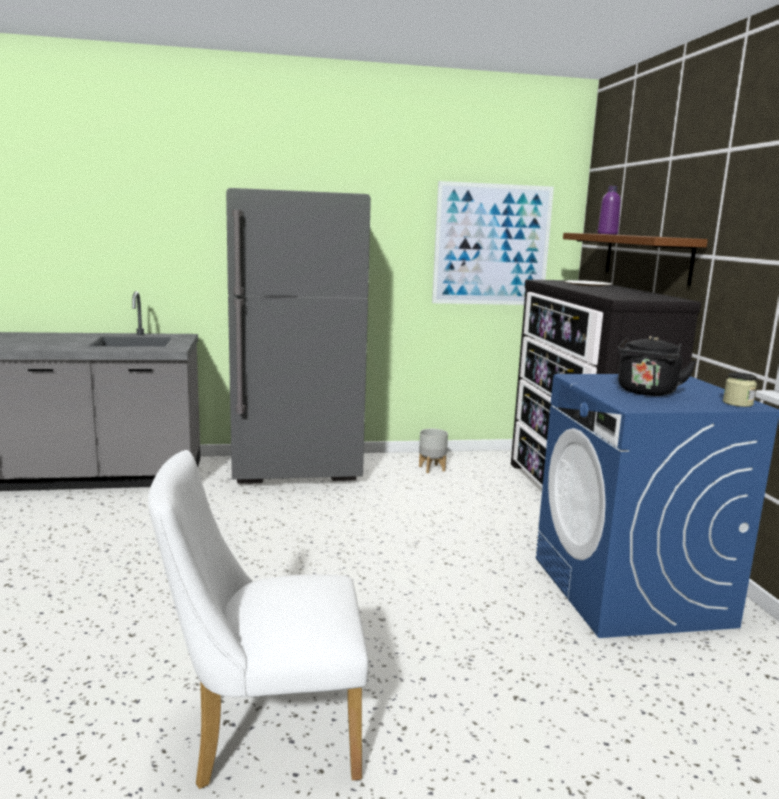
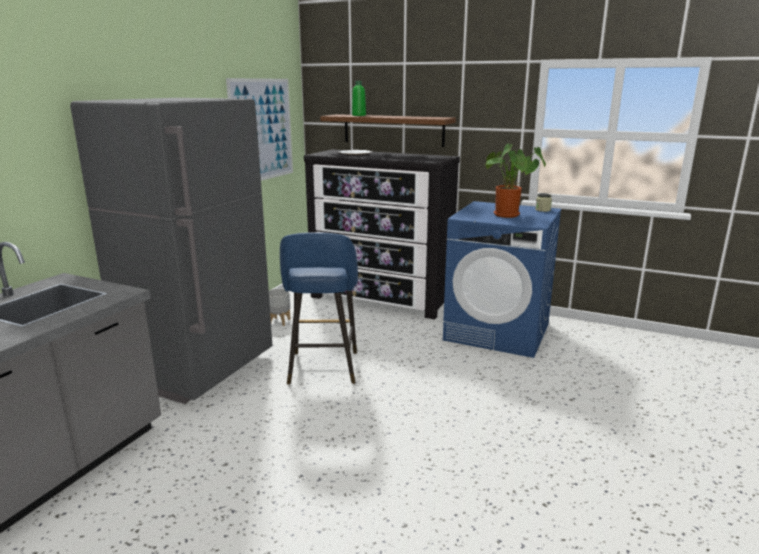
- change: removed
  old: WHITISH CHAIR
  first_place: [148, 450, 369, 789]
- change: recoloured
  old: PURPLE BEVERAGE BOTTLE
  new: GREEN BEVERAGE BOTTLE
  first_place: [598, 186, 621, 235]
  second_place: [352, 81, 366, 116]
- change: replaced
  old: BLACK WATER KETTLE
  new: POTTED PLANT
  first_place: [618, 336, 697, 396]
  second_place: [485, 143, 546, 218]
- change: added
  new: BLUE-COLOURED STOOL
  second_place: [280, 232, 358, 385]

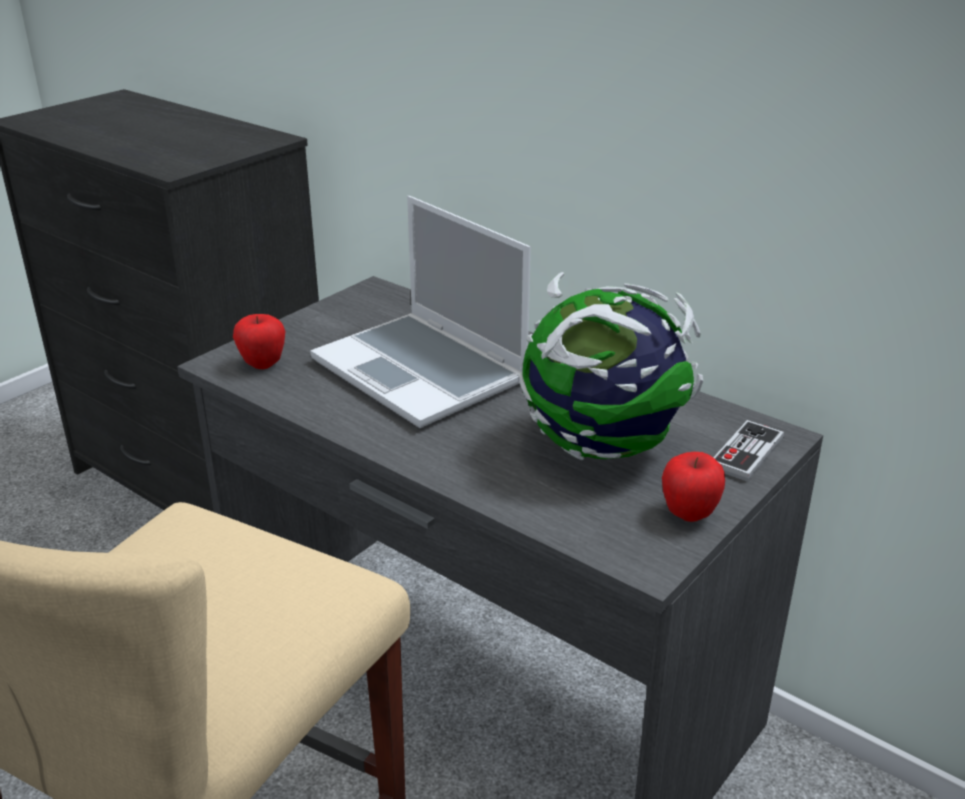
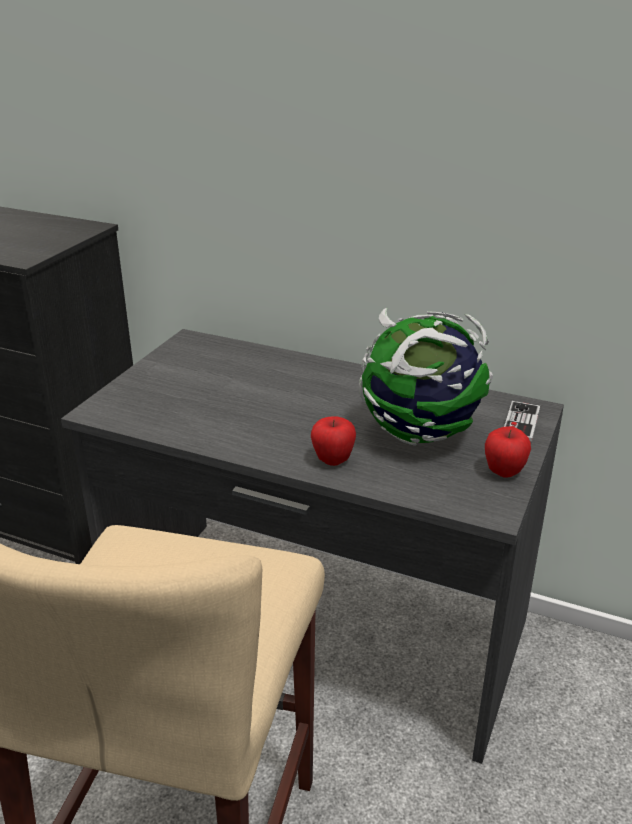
- change: moved
  old: APPLE FRUIT
  first_place: [233, 314, 285, 369]
  second_place: [311, 416, 356, 466]
- change: removed
  old: NOTEBOOK COMPUTER
  first_place: [310, 196, 531, 428]

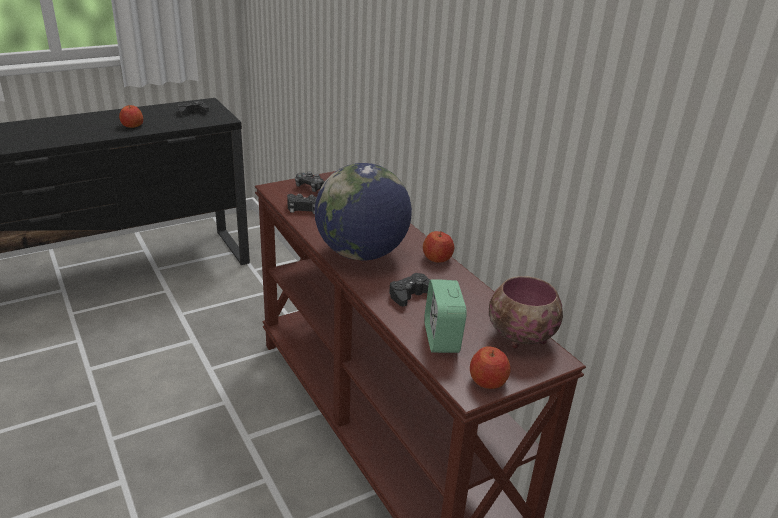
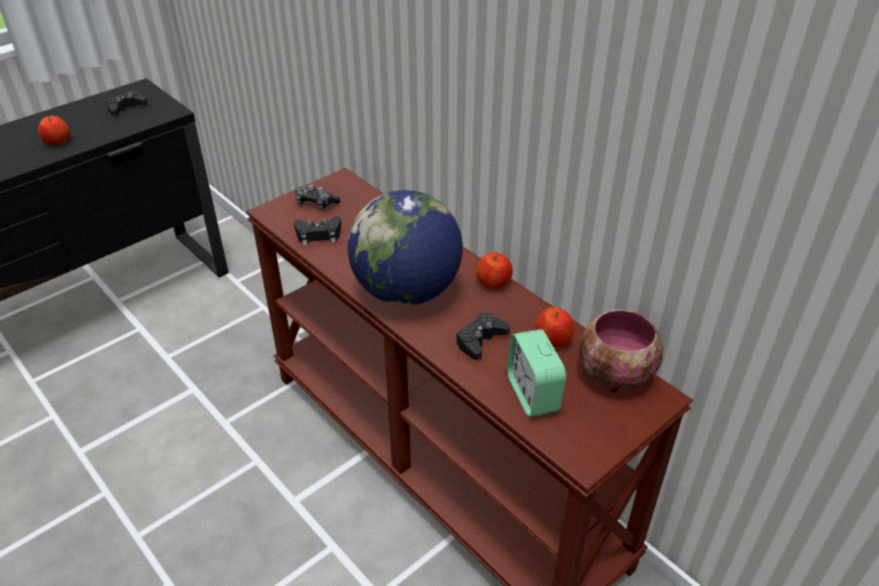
- change: moved
  old: APPLE FRUIT
  first_place: [470, 346, 511, 389]
  second_place: [535, 307, 575, 347]

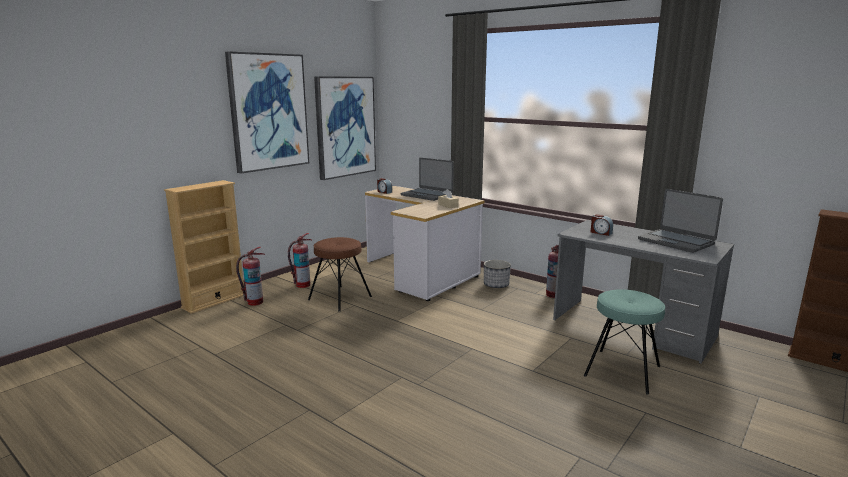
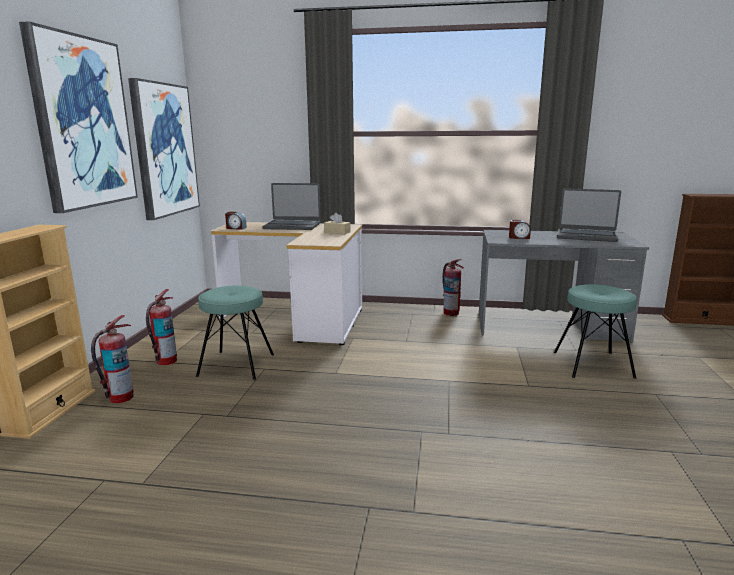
- change: recoloured
  old: BROWN-COLOURED STOOL
  new: TURQUOISE STOOL
  first_place: [308, 237, 372, 311]
  second_place: [196, 286, 274, 380]
- change: removed
  old: PLANT POT
  first_place: [484, 260, 511, 288]

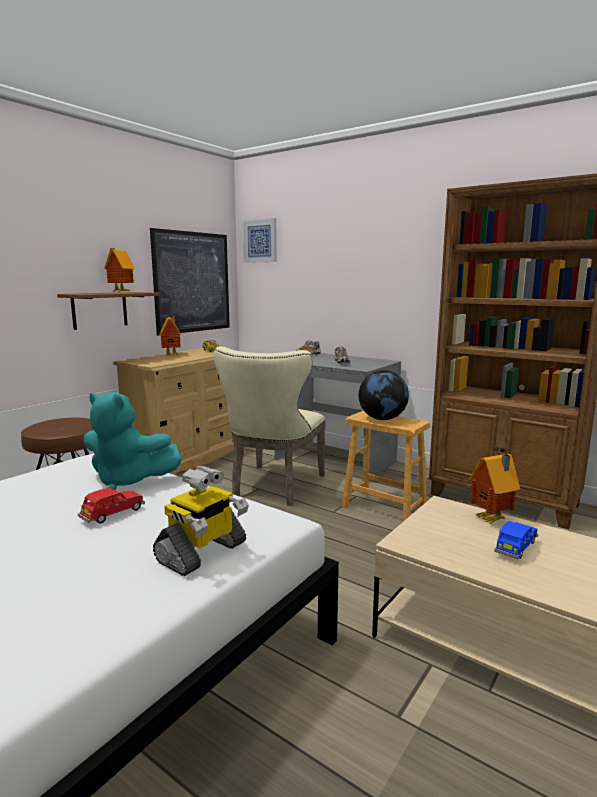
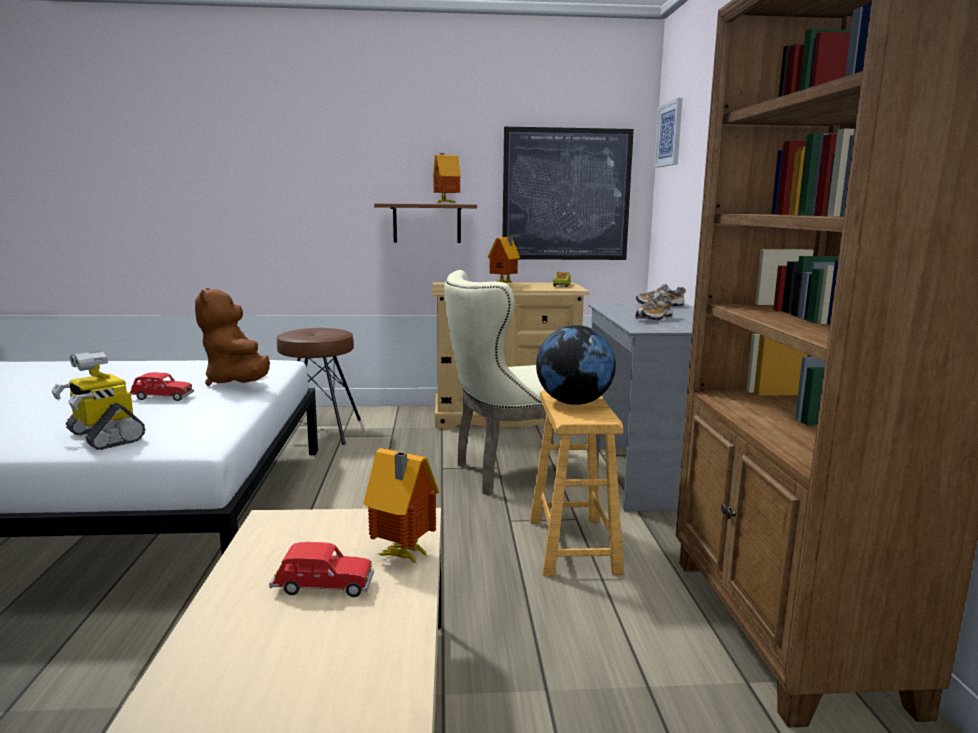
- change: recoloured
  old: TURQUOISE CUDDLY TOY
  new: BROWN-COLOURED CUDDLY TOY
  first_place: [83, 392, 182, 490]
  second_place: [195, 288, 270, 386]
- change: turned
  old: TOY ROBOT
  first_place: [153, 466, 249, 576]
  second_place: [51, 351, 145, 450]
  degrees: 45
- change: recoloured
  old: BLUE-COLOURED TOY CAR
  new: RED-COLOURED TOY CAR
  first_place: [494, 521, 538, 560]
  second_place: [269, 542, 374, 597]

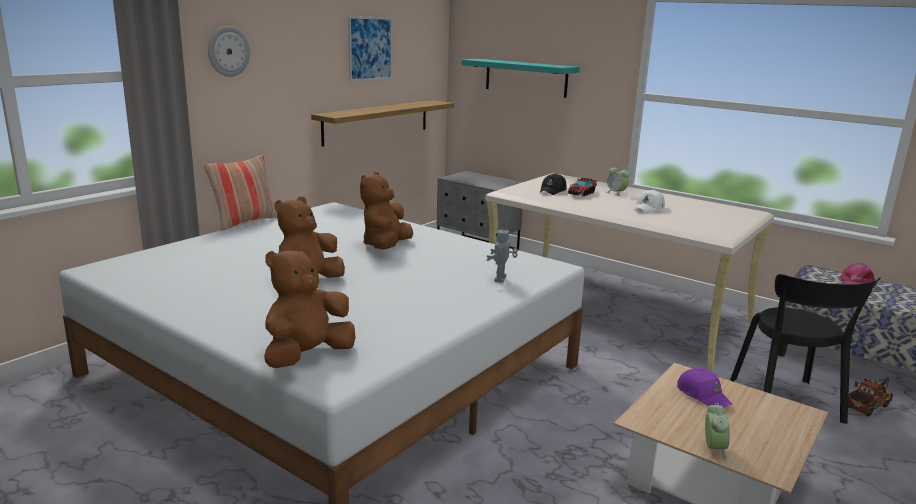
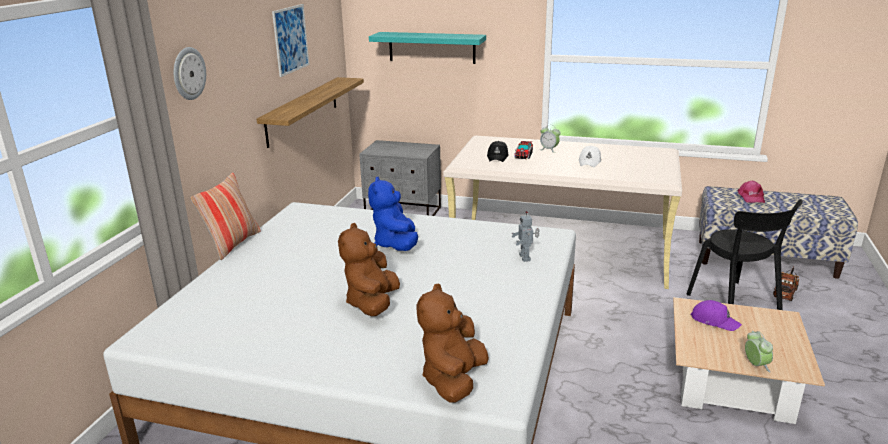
- change: recoloured
  old: BROWN-COLOURED CUDDLY TOY
  new: BLUE-COLOURED CUDDLY TOY
  first_place: [360, 172, 413, 249]
  second_place: [368, 177, 418, 251]

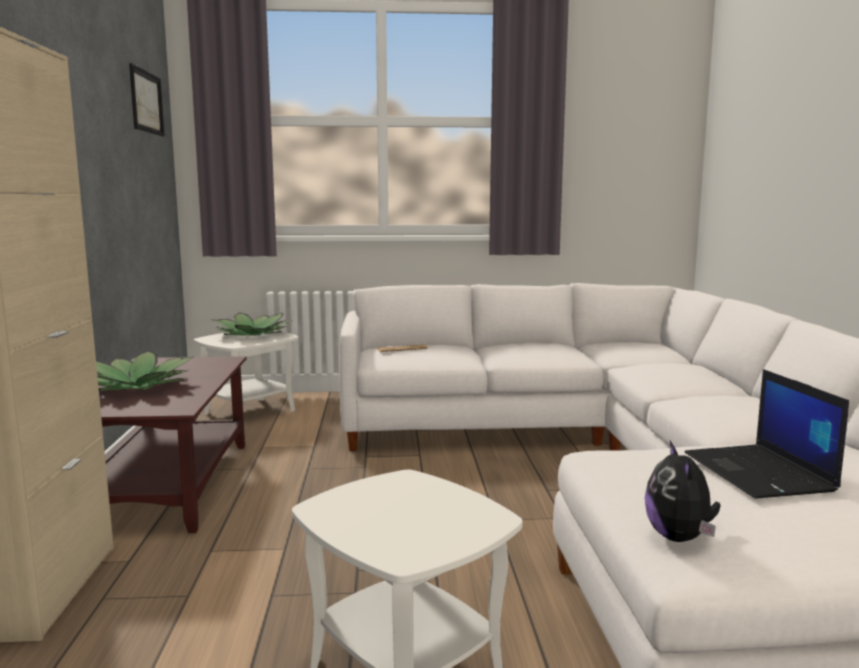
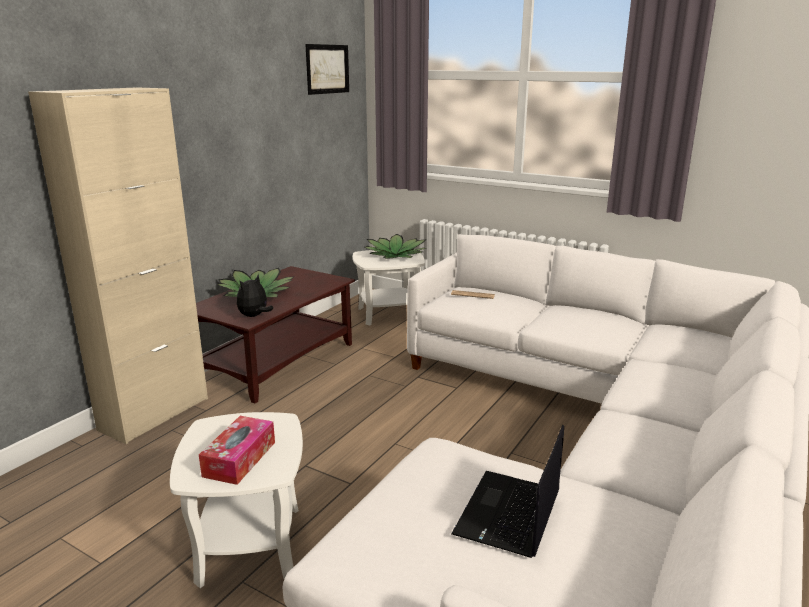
- change: moved
  old: CUDDLY TOY
  first_place: [645, 441, 721, 542]
  second_place: [237, 275, 273, 317]
- change: added
  new: BOX OF TISSUES
  second_place: [199, 416, 275, 485]

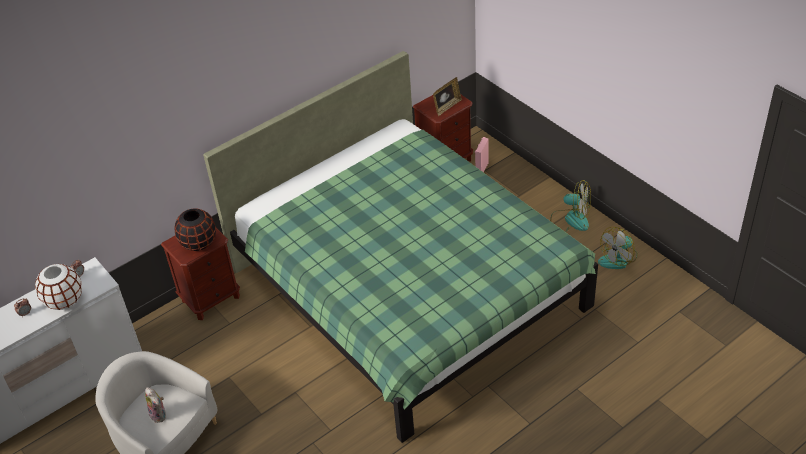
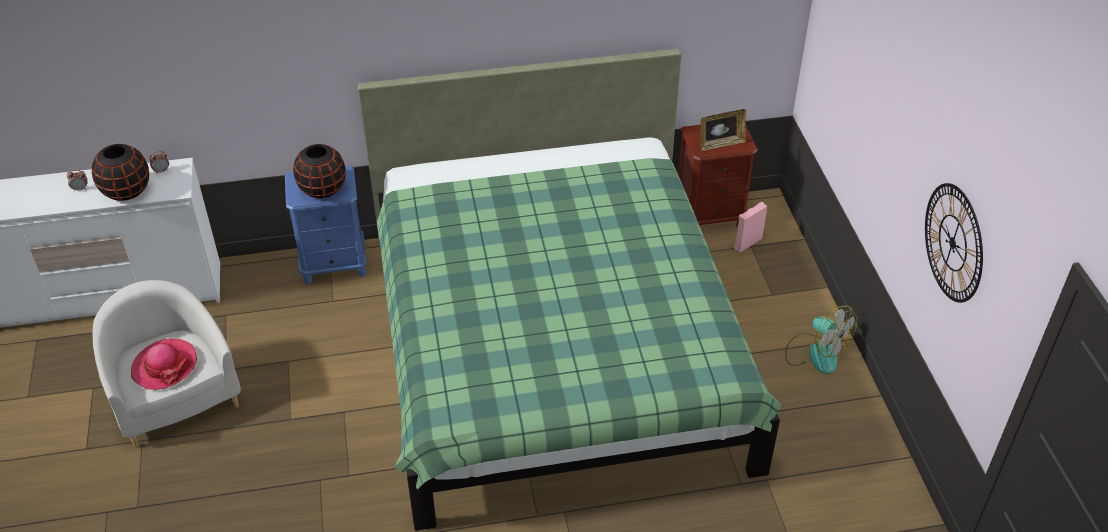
- change: recoloured
  old: WHITISH VASE
  new: BLACK VASE
  first_place: [35, 264, 82, 310]
  second_place: [92, 144, 149, 201]
- change: replaced
  old: CUDDLY TOY
  new: WEARABLE HAT
  first_place: [145, 387, 166, 423]
  second_place: [131, 338, 198, 390]
- change: recoloured
  old: BROWN-COLOURED BEDSIDE TABLE
  new: BLUE-COLOURED BEDSIDE TABLE
  first_place: [161, 228, 240, 320]
  second_place: [285, 165, 367, 284]
- change: removed
  old: COOLING FAN
  first_place: [598, 227, 638, 269]
- change: added
  new: CLOCK ON THE WALL
  second_place: [925, 183, 983, 303]

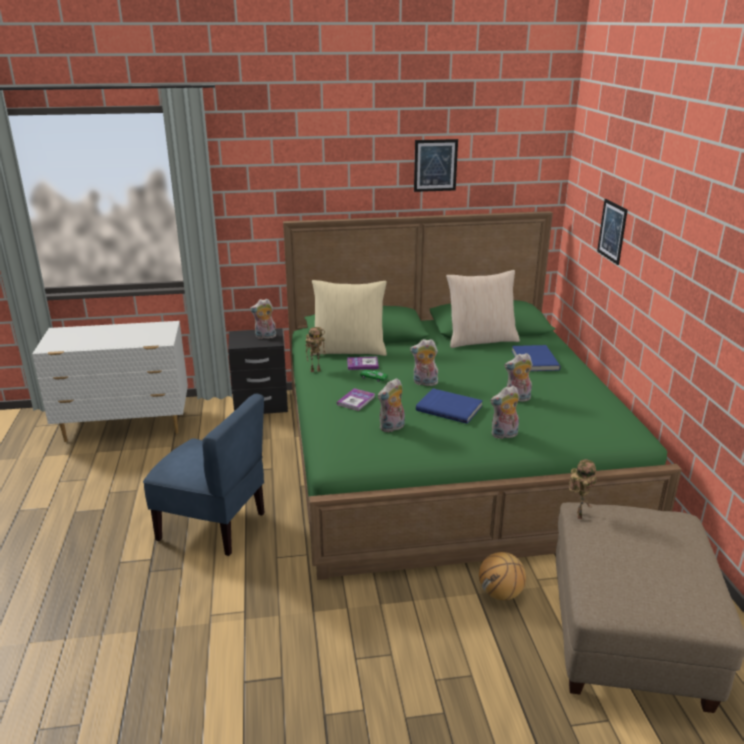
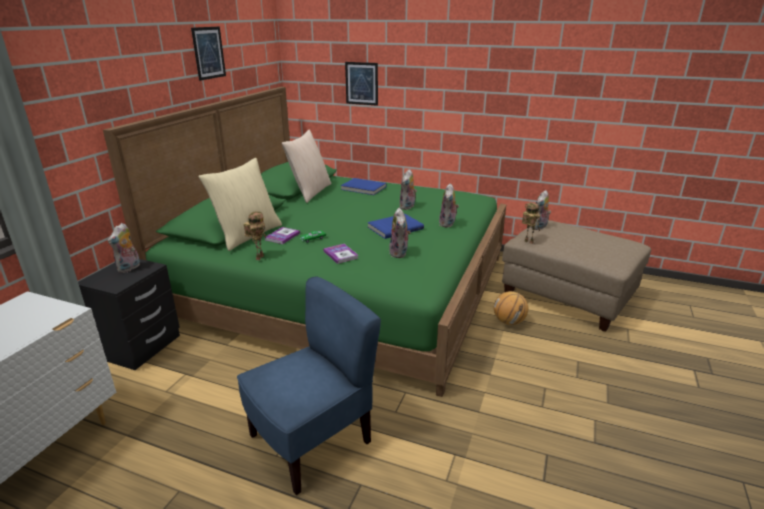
- change: moved
  old: CUDDLY TOY
  first_place: [410, 339, 438, 386]
  second_place: [531, 190, 551, 230]

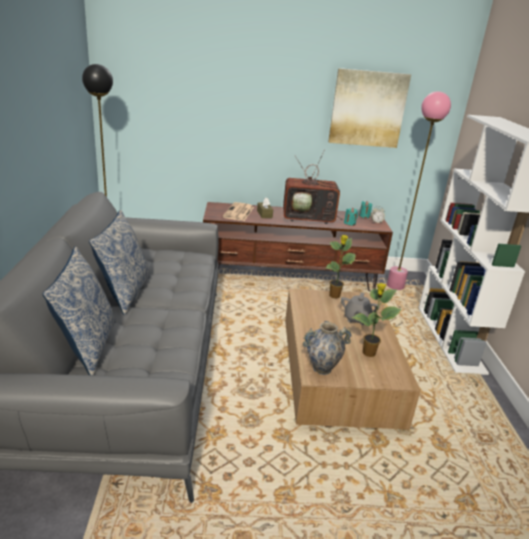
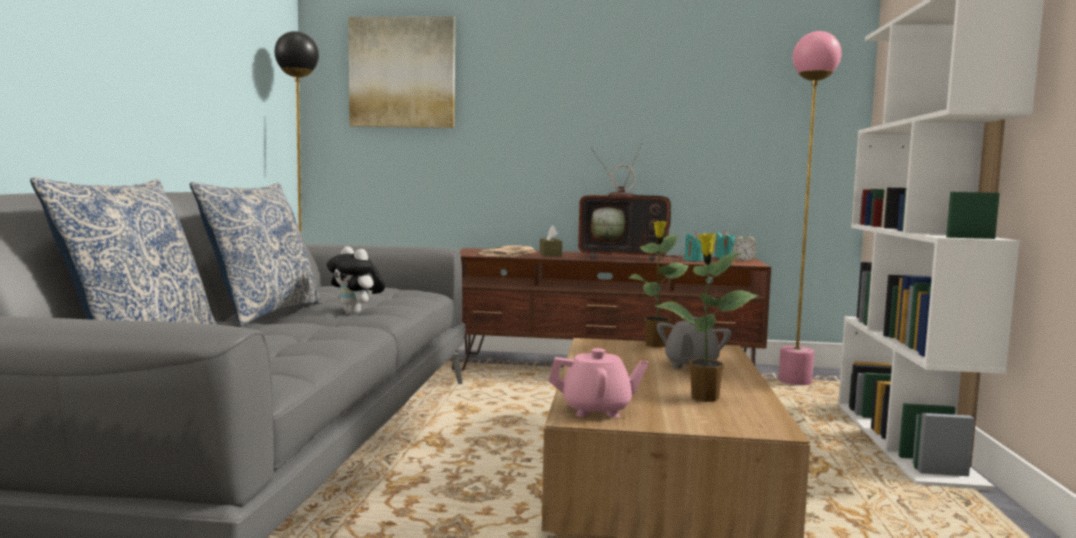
- change: replaced
  old: VASE
  new: PINK-COLOURED POT FOR TEA
  first_place: [303, 321, 352, 375]
  second_place: [548, 348, 649, 418]
- change: moved
  old: WALL PICTURE
  first_place: [328, 68, 411, 148]
  second_place: [348, 16, 455, 128]
- change: added
  new: CUDDLY TOY
  second_place: [327, 246, 385, 314]

